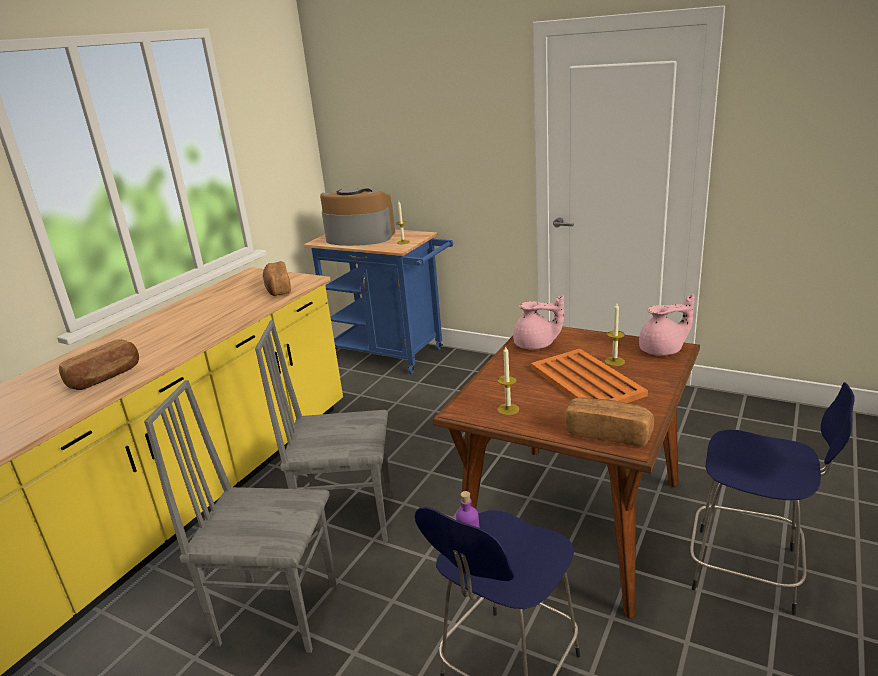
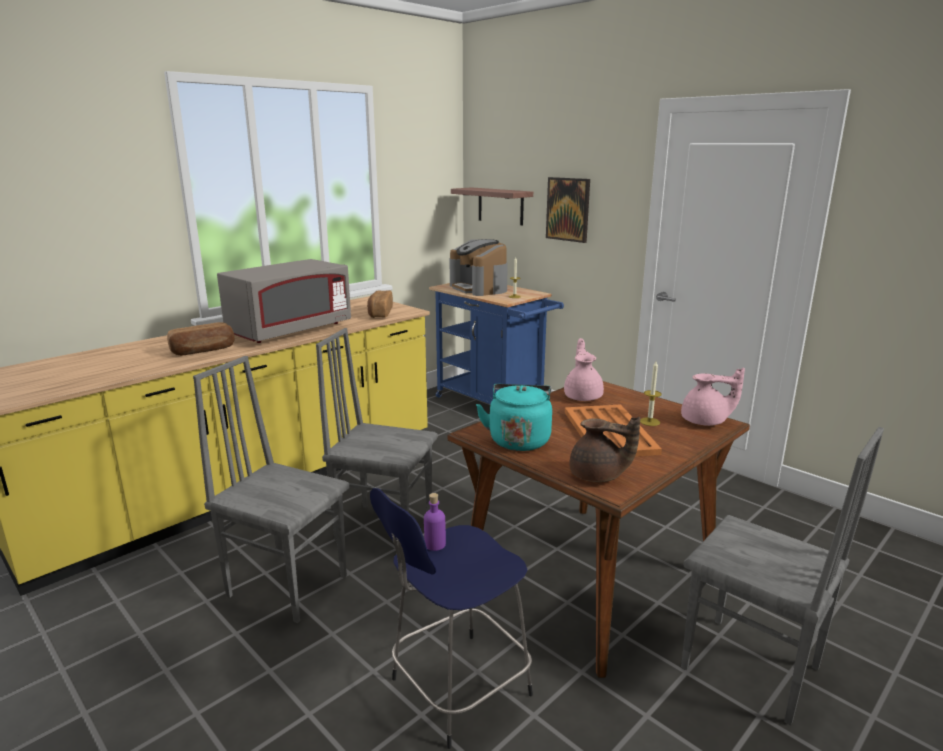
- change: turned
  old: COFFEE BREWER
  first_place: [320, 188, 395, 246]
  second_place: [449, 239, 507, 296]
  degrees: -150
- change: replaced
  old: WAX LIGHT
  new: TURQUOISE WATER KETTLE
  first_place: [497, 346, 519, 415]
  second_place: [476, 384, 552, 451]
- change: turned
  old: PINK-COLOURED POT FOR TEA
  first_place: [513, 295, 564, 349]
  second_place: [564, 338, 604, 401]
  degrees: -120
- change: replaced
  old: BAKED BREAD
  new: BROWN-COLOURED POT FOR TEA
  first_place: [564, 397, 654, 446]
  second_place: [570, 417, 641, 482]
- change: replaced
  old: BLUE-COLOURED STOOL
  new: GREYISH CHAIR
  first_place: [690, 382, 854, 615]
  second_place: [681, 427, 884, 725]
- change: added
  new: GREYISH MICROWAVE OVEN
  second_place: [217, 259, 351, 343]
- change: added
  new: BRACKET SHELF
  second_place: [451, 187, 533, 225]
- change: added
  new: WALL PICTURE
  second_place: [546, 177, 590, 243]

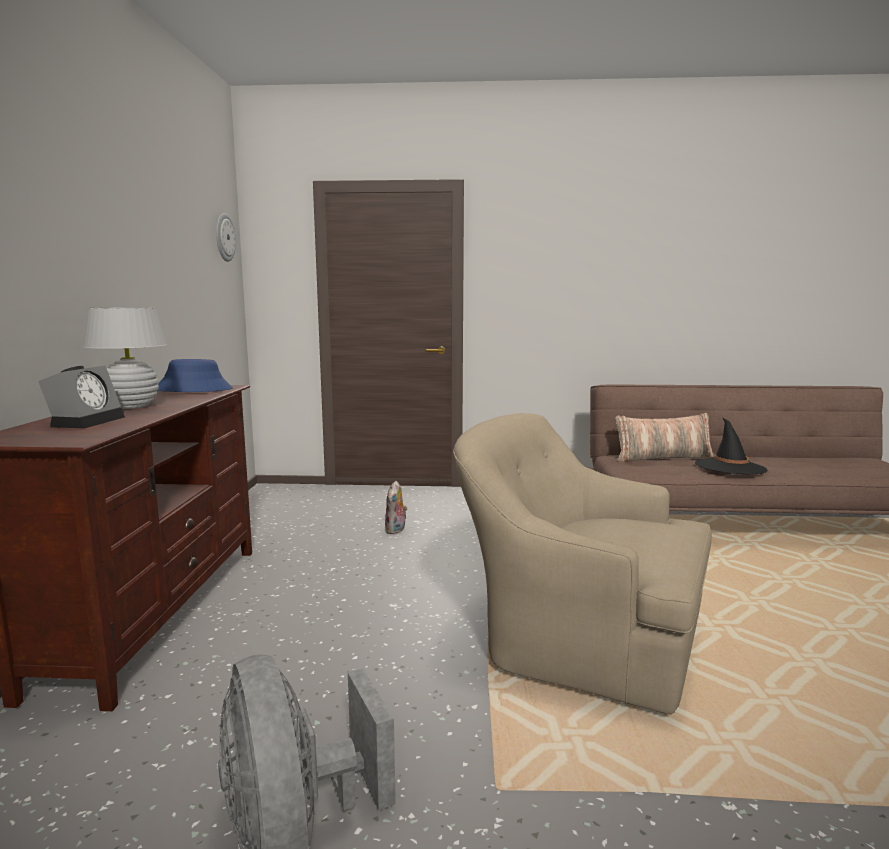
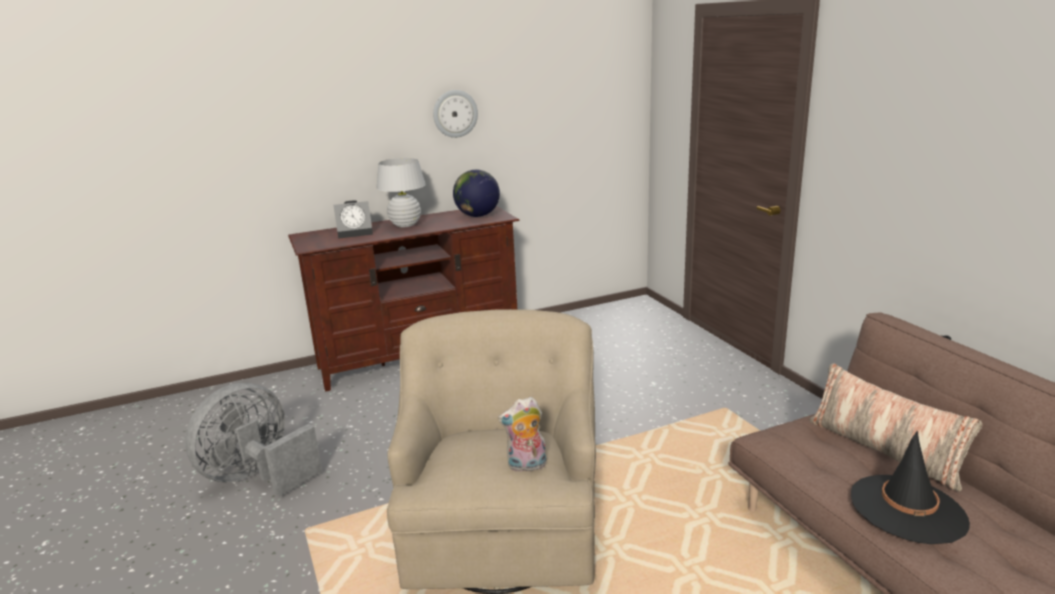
- change: replaced
  old: BLUE-COLOURED WEARABLE HAT
  new: WORLD GLOBE
  first_place: [158, 359, 233, 392]
  second_place: [453, 169, 500, 217]
- change: moved
  old: CLOCK ON THE WALL
  first_place: [216, 213, 236, 262]
  second_place: [433, 90, 478, 138]
- change: moved
  old: CUDDLY TOY
  first_place: [385, 481, 407, 534]
  second_place: [498, 397, 547, 472]

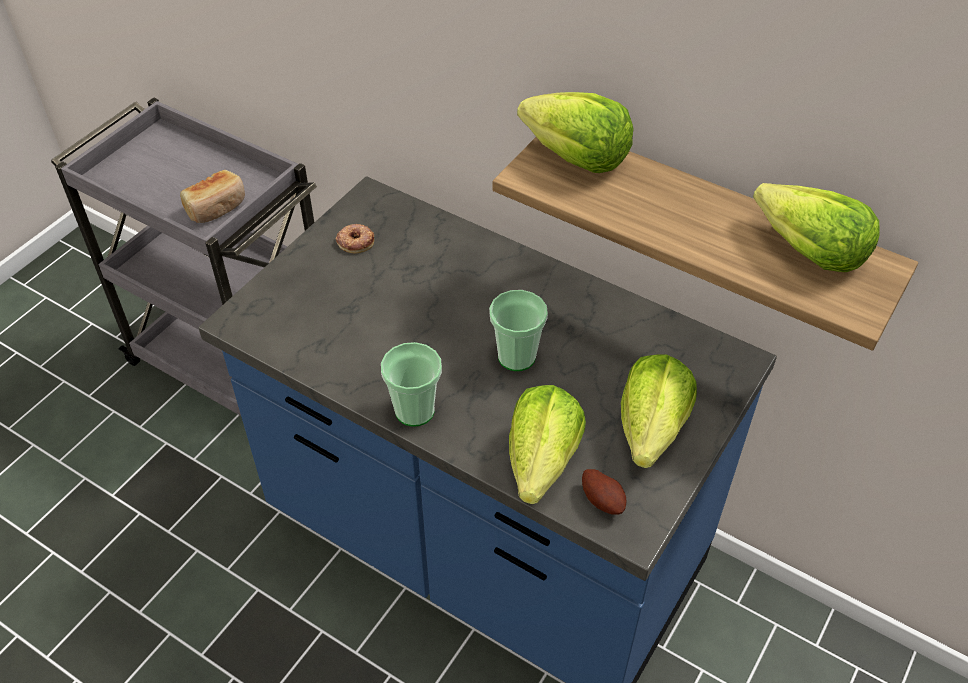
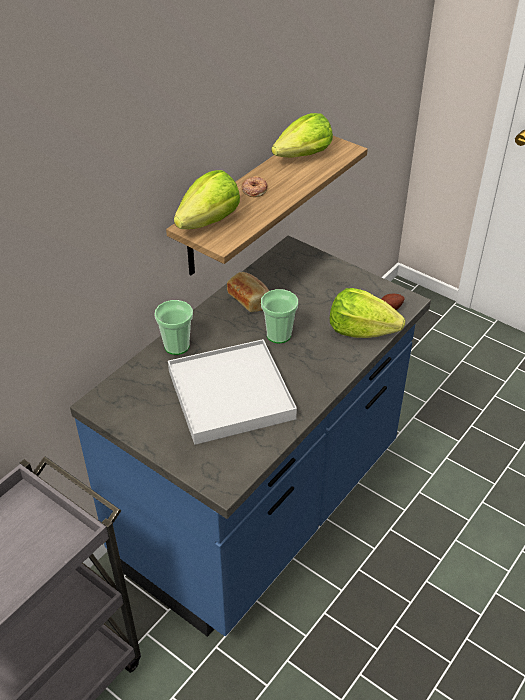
- change: moved
  old: BAKED BREAD
  first_place: [180, 170, 245, 223]
  second_place: [227, 272, 269, 312]
- change: moved
  old: DOUGHNUT
  first_place: [336, 224, 374, 254]
  second_place: [241, 176, 267, 197]
- change: moved
  old: SMALL CUP
  first_place: [381, 342, 442, 427]
  second_place: [155, 300, 193, 355]
- change: removed
  old: LETTUCE
  first_place: [621, 354, 697, 468]
- change: added
  new: WHITISH TRAY
  second_place: [168, 339, 297, 445]

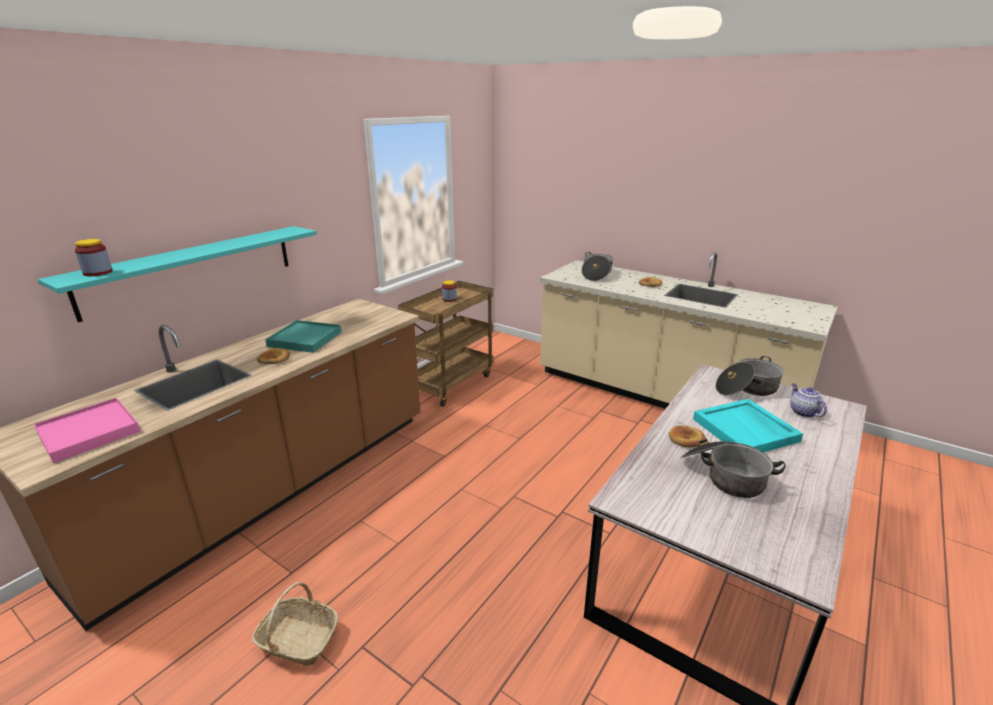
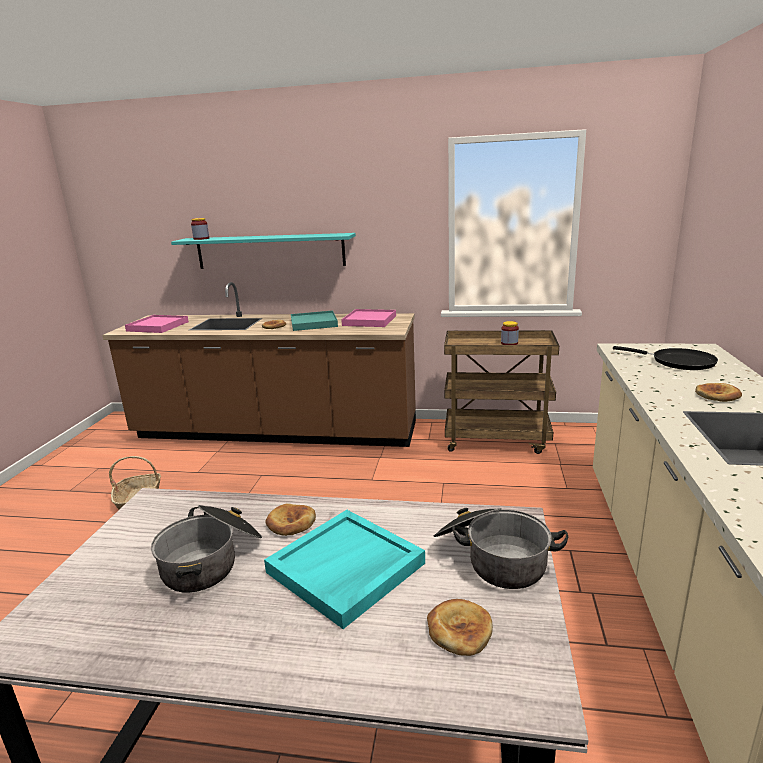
- change: replaced
  old: COOKING POT
  new: BLACK SKILLET
  first_place: [582, 252, 613, 281]
  second_place: [613, 346, 718, 370]
- change: replaced
  old: POT FOR TEA
  new: BAKED BREAD
  first_place: [790, 383, 827, 417]
  second_place: [427, 599, 493, 656]
- change: added
  new: PINK-COLOURED TRAY
  second_place: [341, 309, 396, 327]

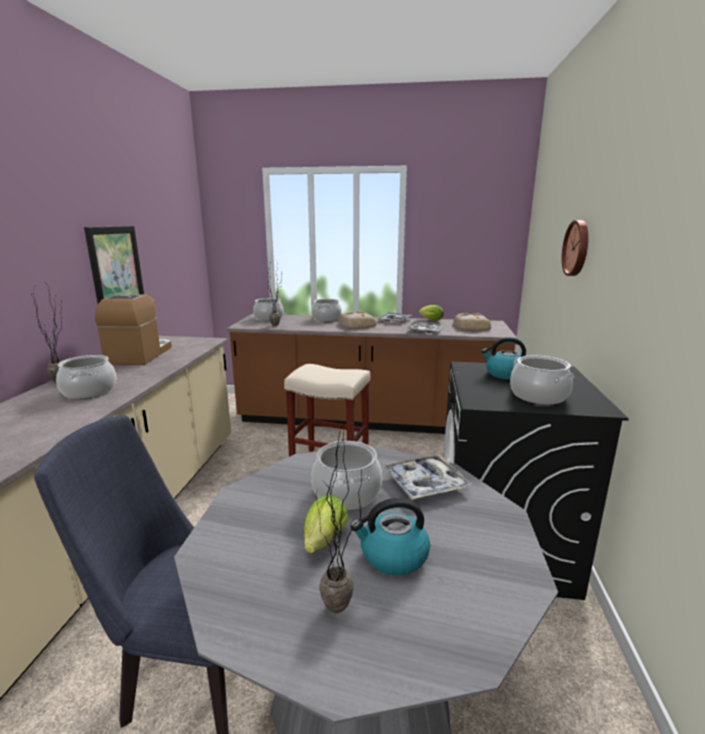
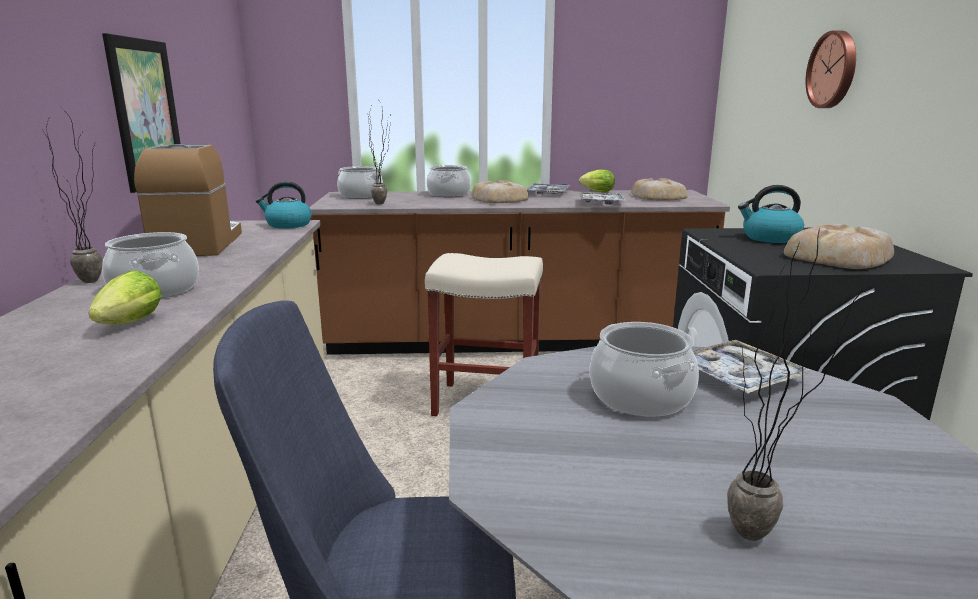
- change: moved
  old: LETTUCE
  first_place: [304, 495, 349, 553]
  second_place: [88, 270, 162, 325]
- change: moved
  old: WATER KETTLE
  first_place: [350, 498, 430, 576]
  second_place: [256, 181, 312, 229]
- change: replaced
  old: COOKING POT
  new: BAKED BREAD
  first_place: [510, 356, 574, 404]
  second_place: [784, 224, 894, 269]

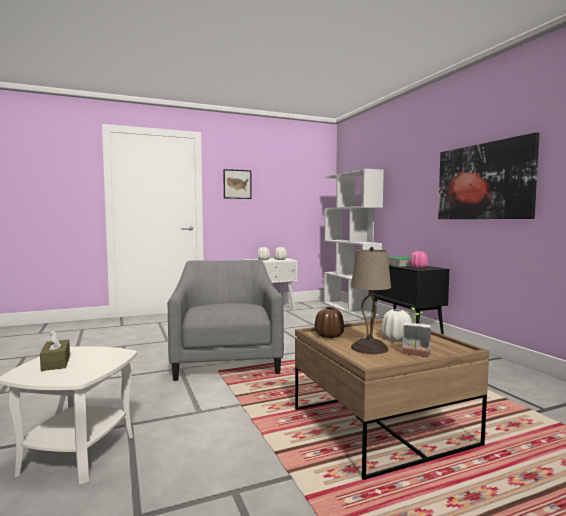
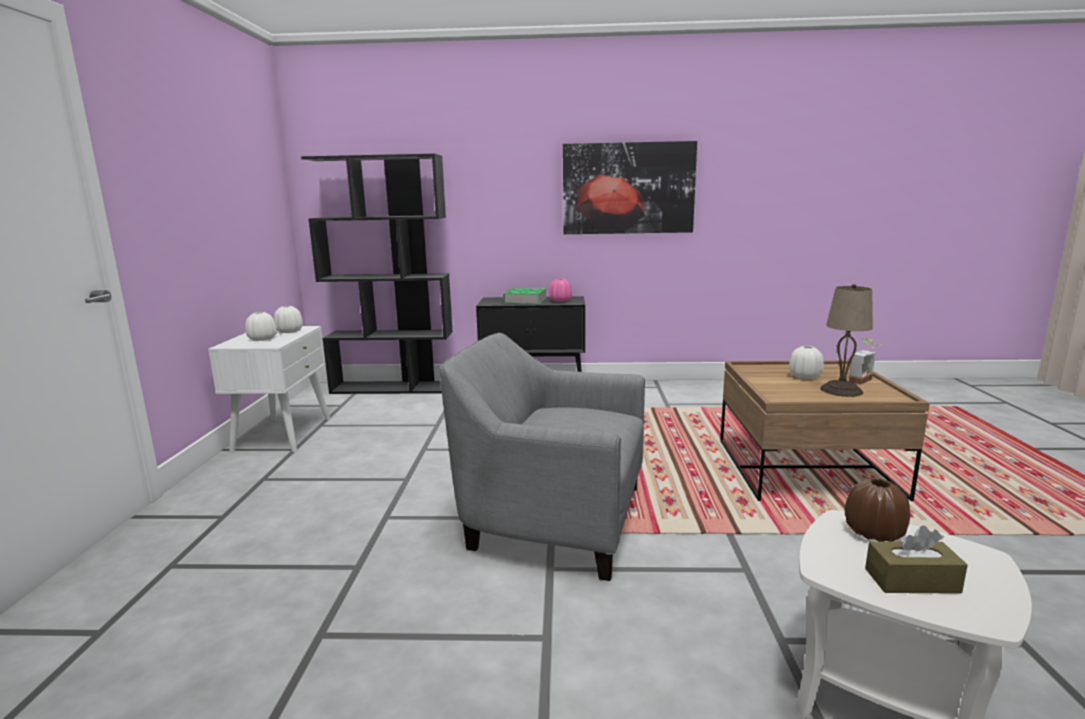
- change: removed
  old: WALL PICTURE
  first_place: [223, 169, 252, 199]
- change: moved
  old: BROWN-COLOURED VASE
  first_place: [315, 307, 344, 338]
  second_place: [845, 478, 910, 542]
- change: recoloured
  old: WHITISH BOOKSHELF
  new: BLACK BOOKSHELF
  first_place: [324, 169, 384, 319]
  second_place: [301, 154, 453, 394]

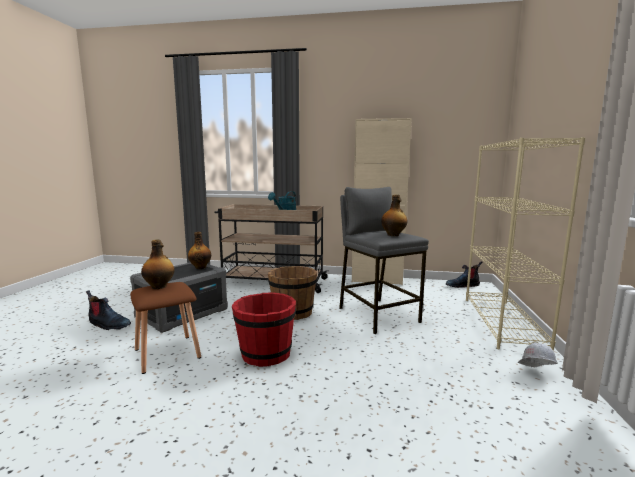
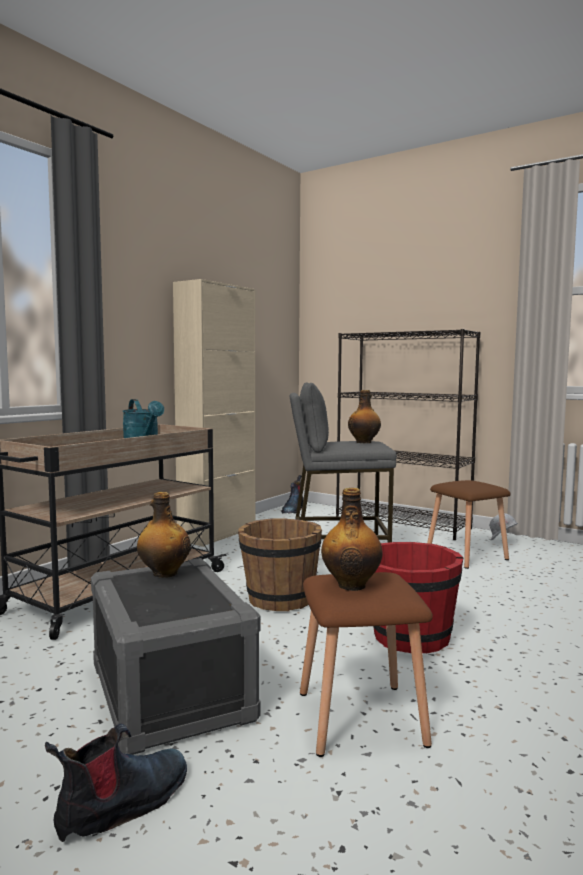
- change: recoloured
  old: BEIGE-COLOURED BOOKSHELF
  new: BLACK BOOKSHELF
  first_place: [466, 137, 585, 351]
  second_place: [336, 329, 480, 540]
- change: added
  new: BROWN-COLOURED STOOL
  second_place: [427, 480, 511, 569]

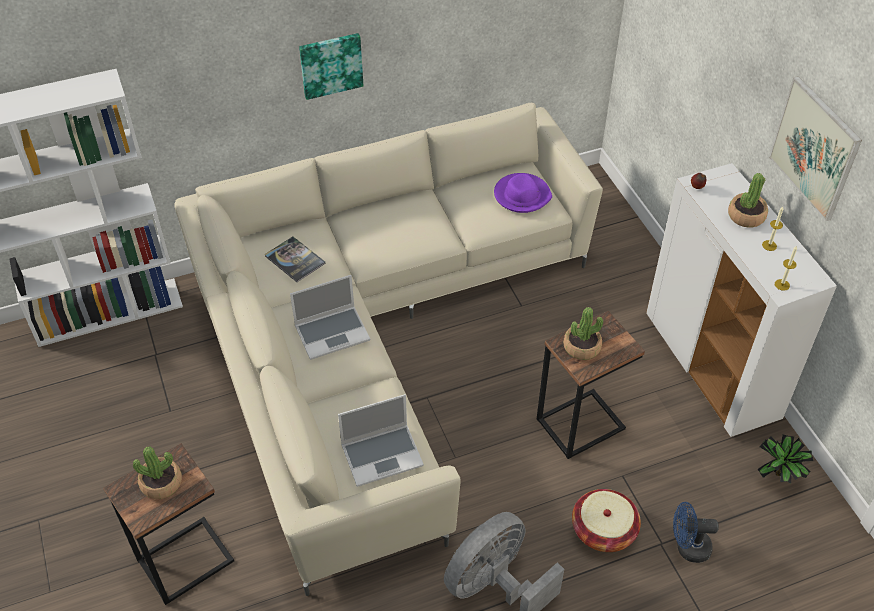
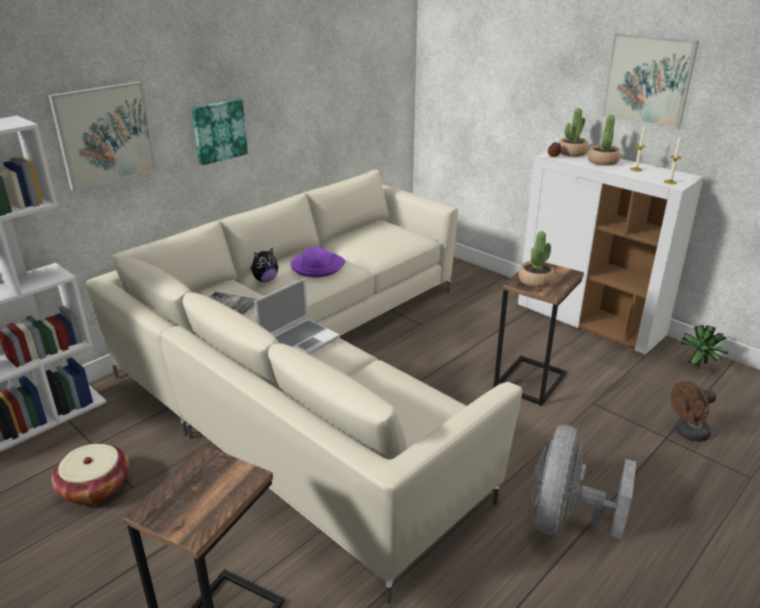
- change: moved
  old: POTTED PLANT
  first_place: [133, 446, 182, 499]
  second_place: [559, 108, 589, 157]
- change: removed
  old: NOTEBOOK COMPUTER
  first_place: [338, 394, 424, 487]
- change: moved
  old: PURPLE WEARABLE HAT
  first_place: [494, 173, 552, 213]
  second_place: [290, 247, 345, 277]
- change: moved
  old: HOUSEHOLD BASKET
  first_place: [572, 489, 641, 552]
  second_place: [52, 444, 129, 505]
- change: recoloured
  old: BLUE-COLOURED COOLING FAN
  new: BROWN-COLOURED COOLING FAN
  first_place: [673, 502, 719, 563]
  second_place: [671, 381, 716, 442]
- change: added
  new: WALL PICTURE
  second_place: [49, 81, 157, 191]
- change: added
  new: CUDDLY TOY
  second_place: [250, 247, 278, 282]

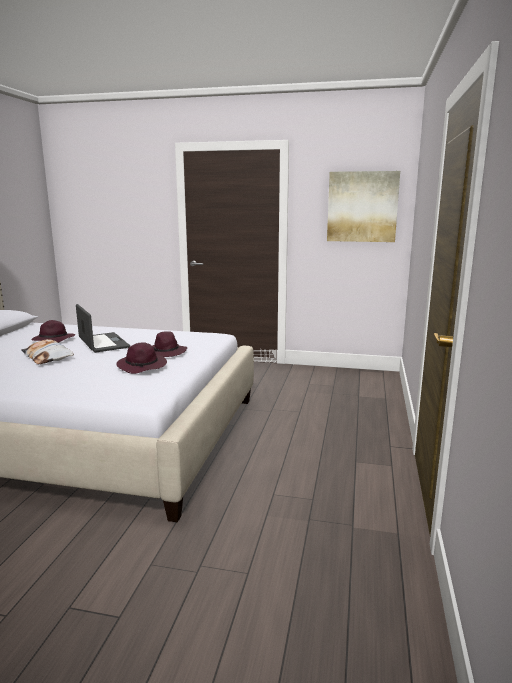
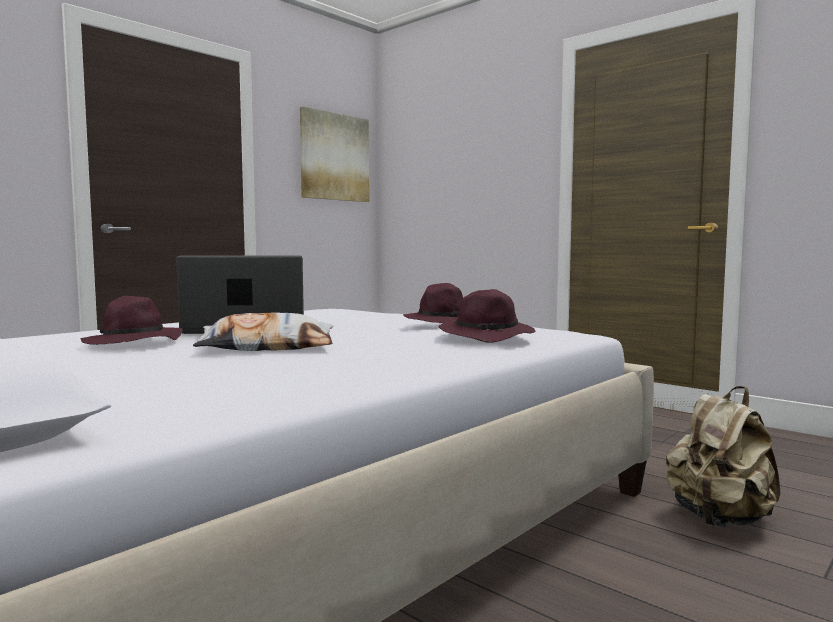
- change: moved
  old: PURPLE WEARABLE HAT
  first_place: [152, 331, 187, 357]
  second_place: [439, 289, 535, 343]
- change: added
  new: BEIGE-COLOURED BACKPACK
  second_place: [666, 386, 780, 527]

